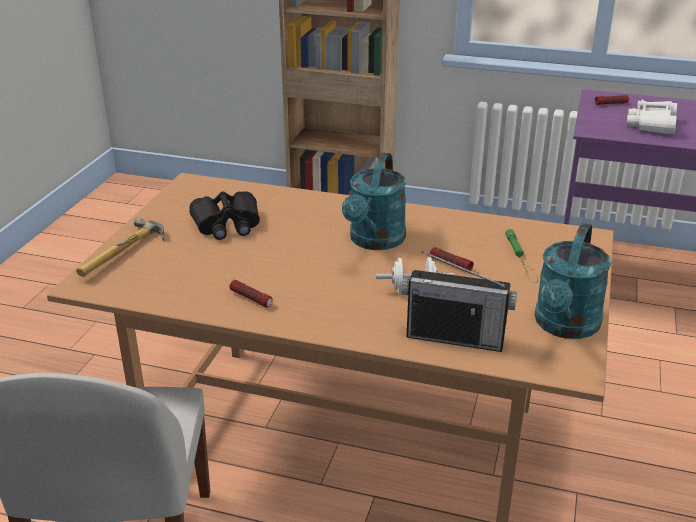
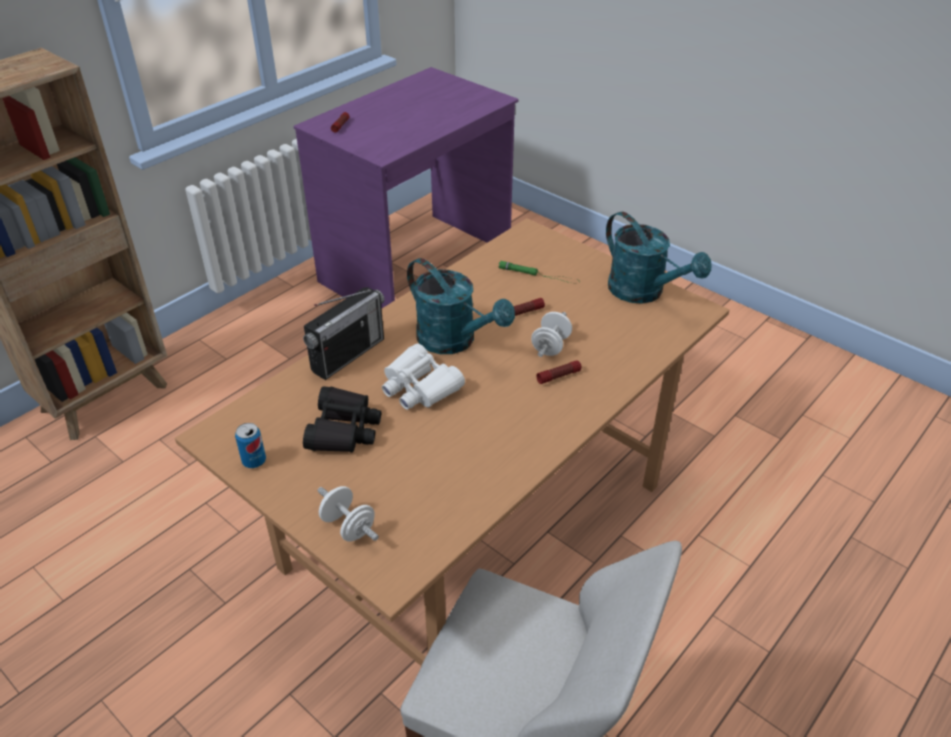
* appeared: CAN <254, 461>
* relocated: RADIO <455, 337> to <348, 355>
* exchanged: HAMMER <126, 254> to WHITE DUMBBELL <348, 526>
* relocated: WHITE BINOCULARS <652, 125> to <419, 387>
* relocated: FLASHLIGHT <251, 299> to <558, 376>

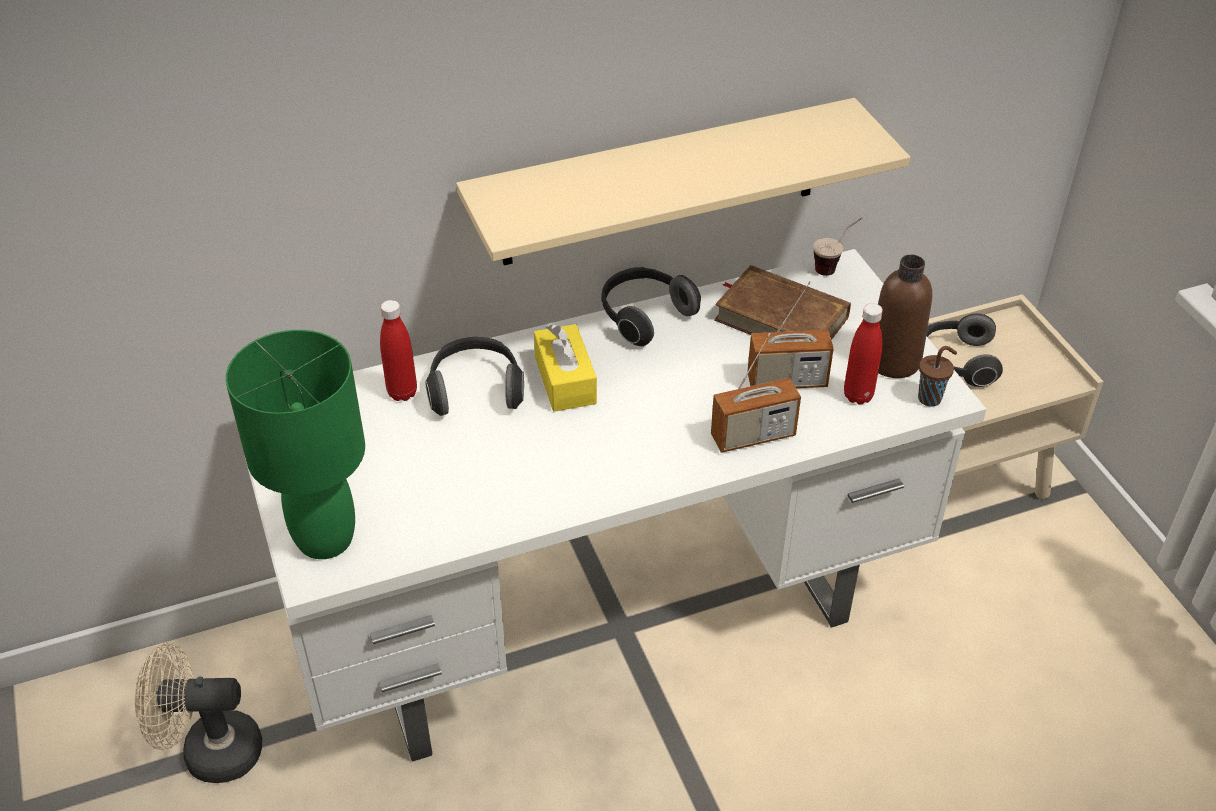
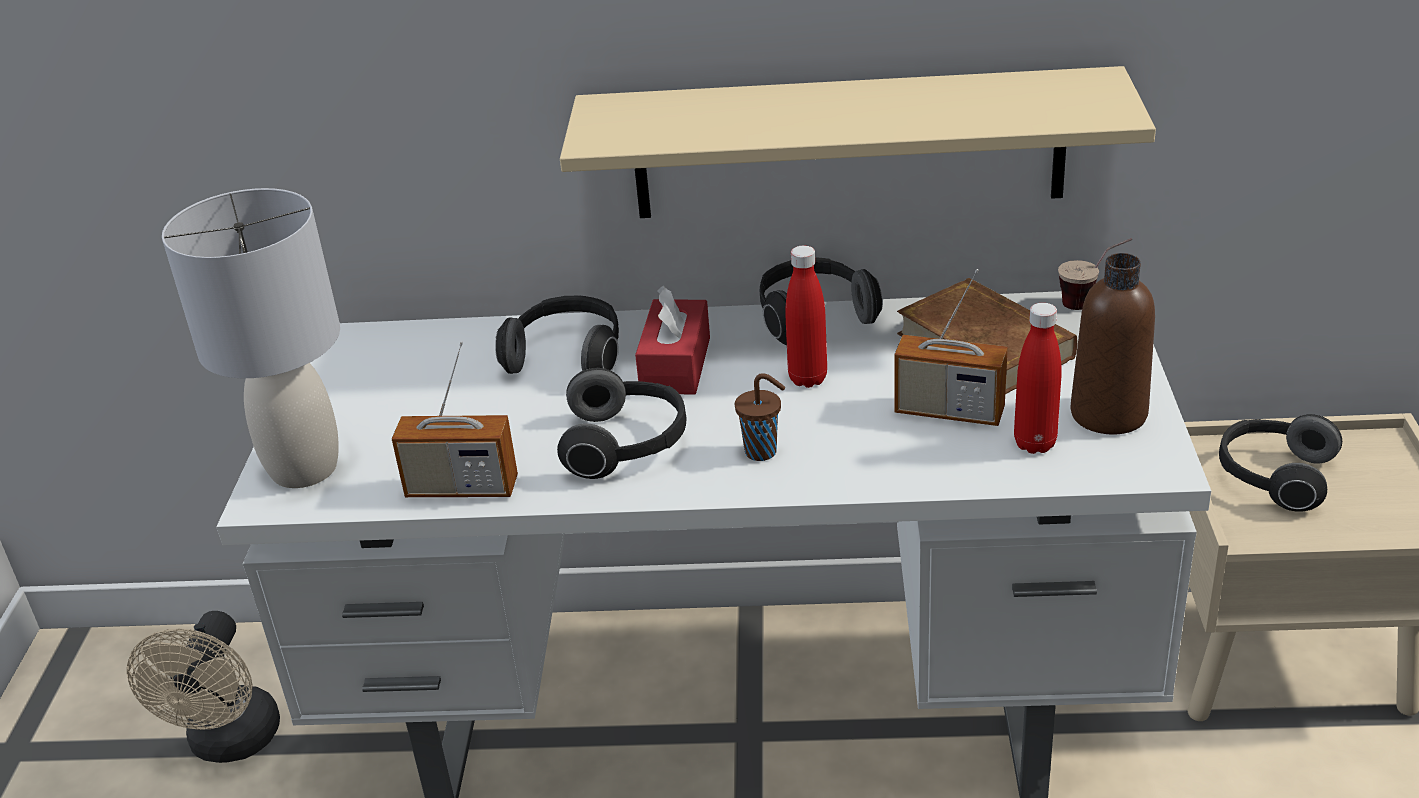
* spun: BEIGE FAN <210, 752> = <230, 744> 105 degrees counterclockwise
* colour: GREEN TABLE LAMP <324, 539> to GREY TABLE LAMP <303, 468>
* relocated: RADIO <753, 436> to <462, 488>
* appeared: HEADPHONES <627, 445>
* colour: YELLOW TISSUE BOX <565, 380> to RED TISSUE BOX <675, 365>
* relocated: BROWN CUP <931, 398> to <763, 452>
* relocated: RED BOTTLE <402, 392> to <807, 379>

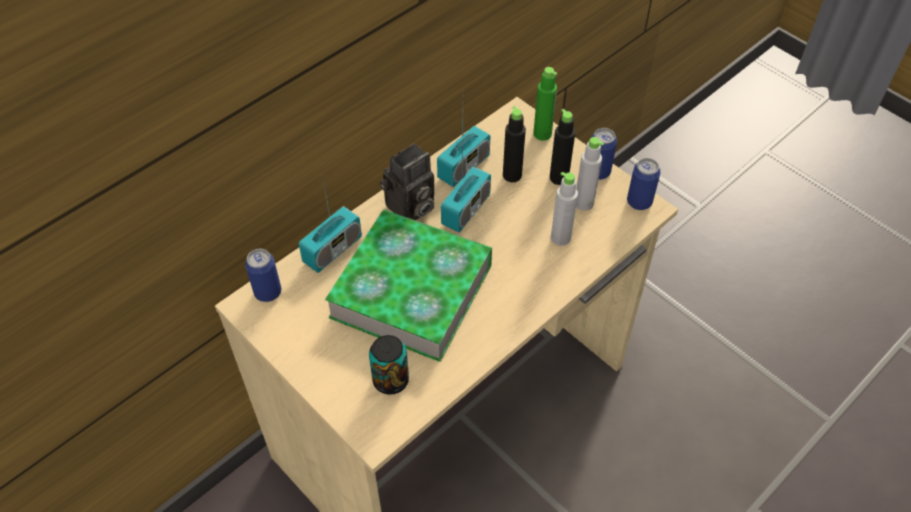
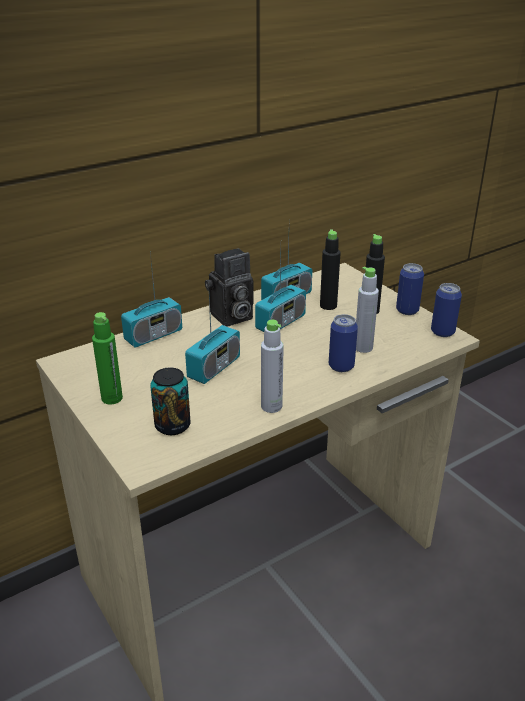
* relocated: GREEN BOTTLE <542, 134> to <112, 398>
* exchanged: BOOK <411, 291> to RADIO <214, 368>
* relocated: GREY BOTTLE <584, 203> to <271, 406>
* relocated: CAN <268, 292> to <341, 366>

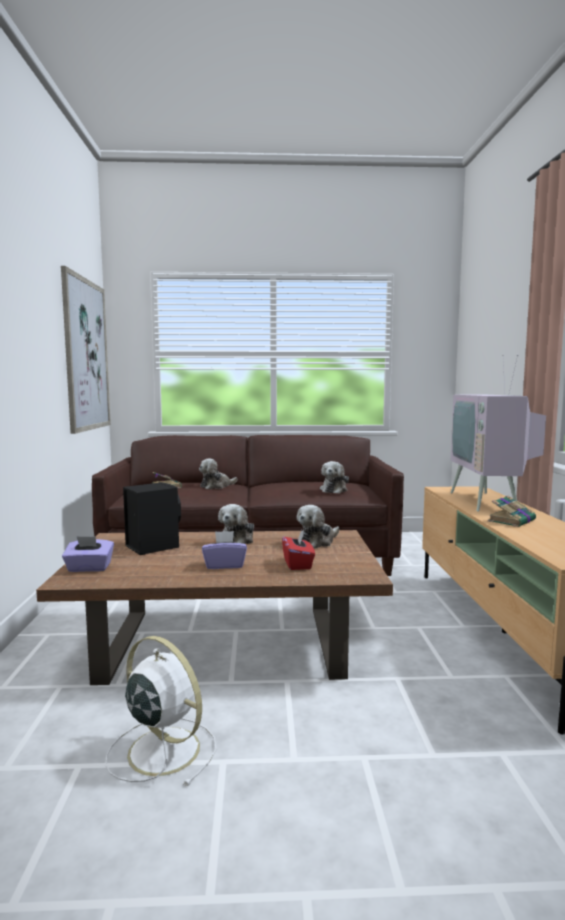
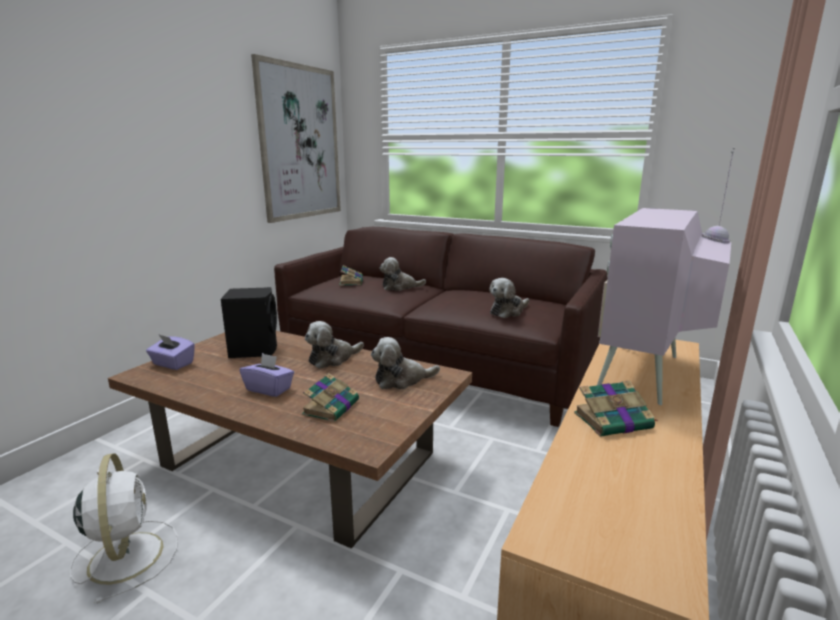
* exchanged: RED TISSUE BOX <298, 564> to BOOK <332, 407>

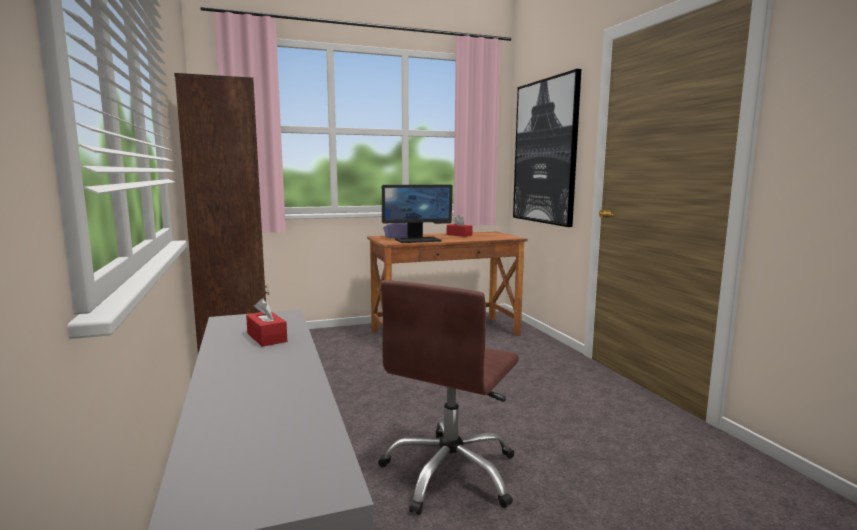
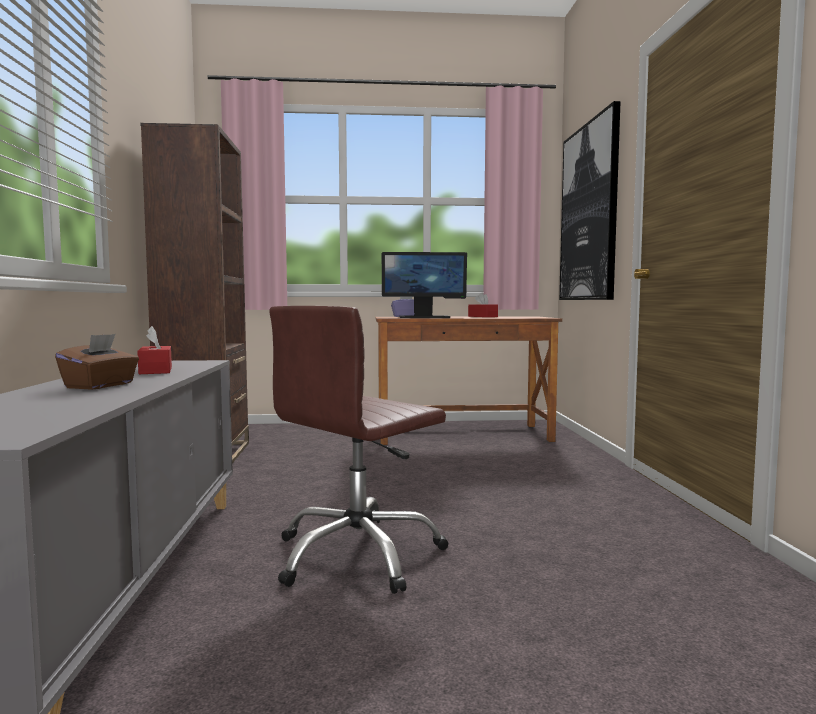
* appeared: BROWN TISSUE BOX <100, 386>

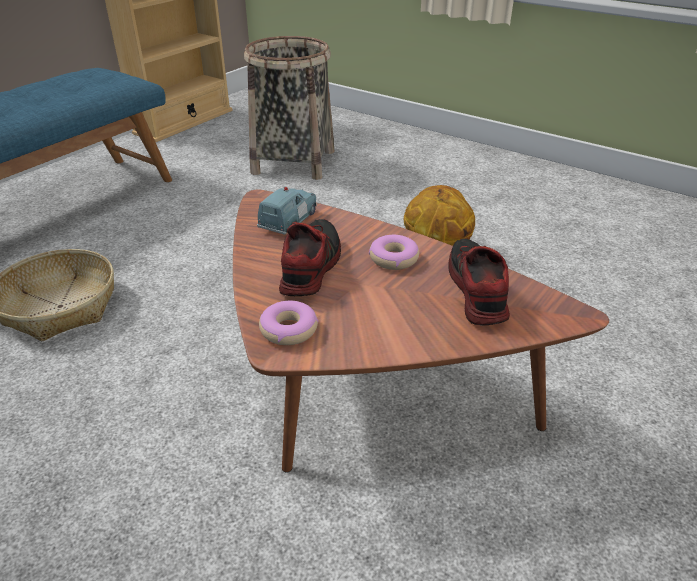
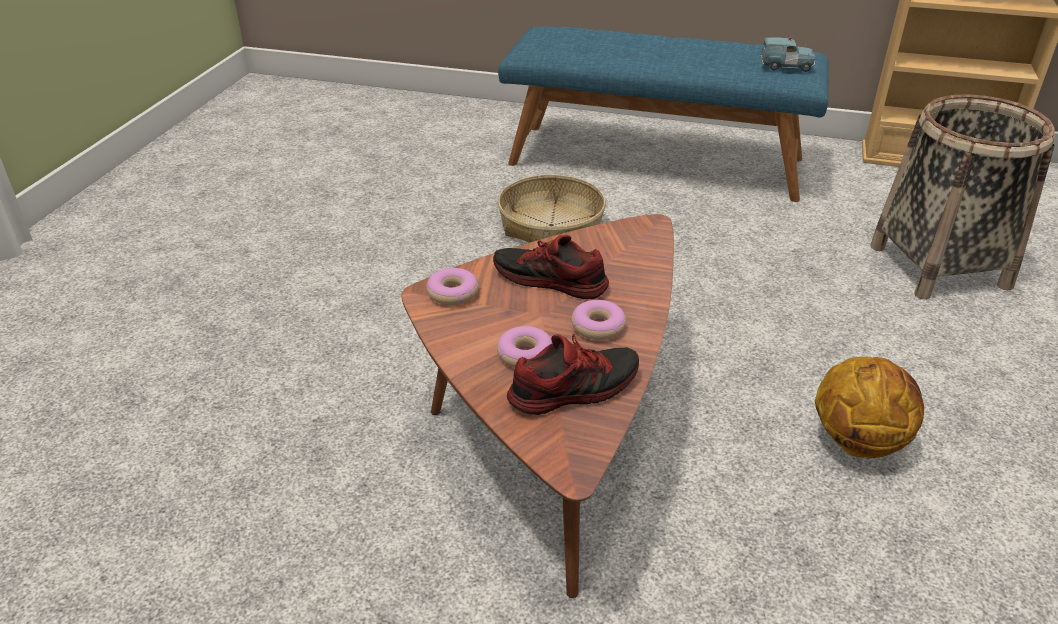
* spun: SHOE <310, 267> = <550, 281> 150 degrees counterclockwise
* appeared: DONUT <525, 354>
* relocated: BLUE TOY CAR <289, 221> to <786, 67>

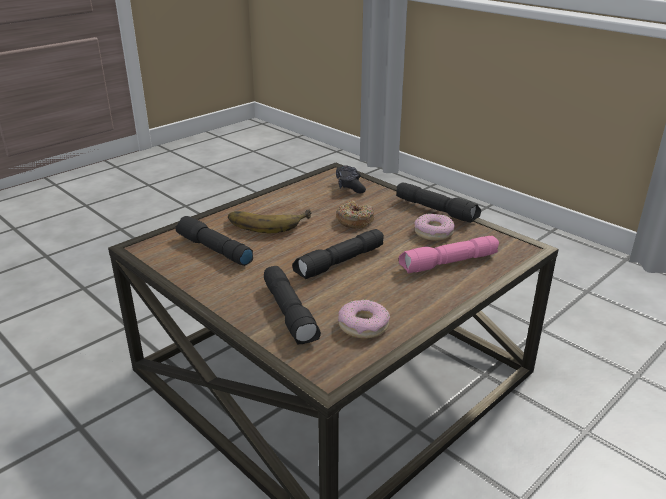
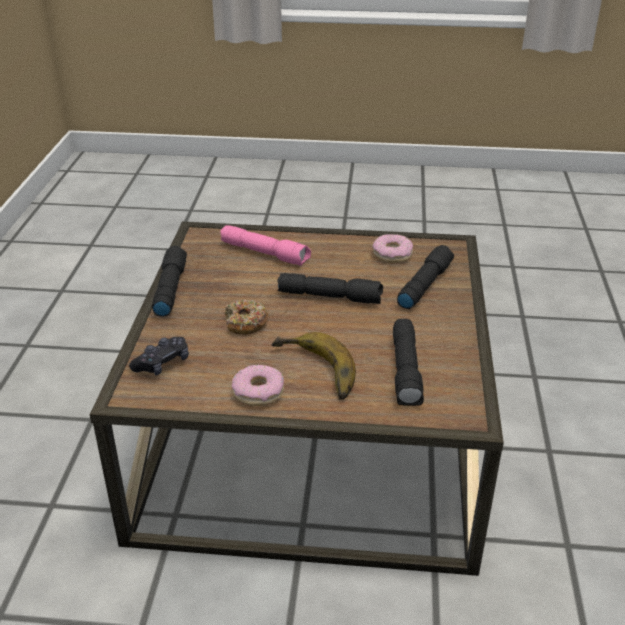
* relocated: DONUT <433, 233> to <258, 392>

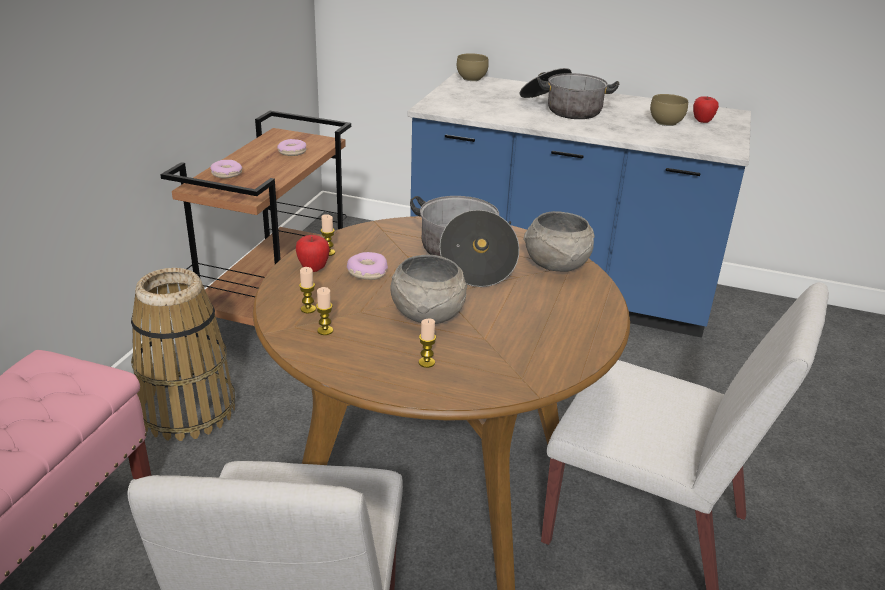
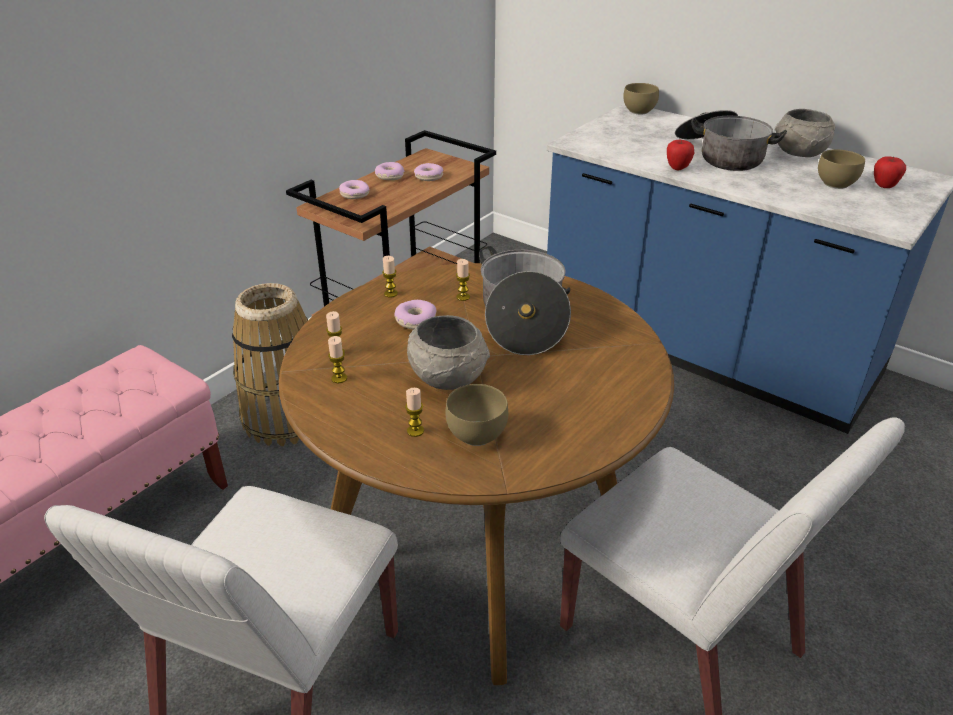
* appeared: DONUT <389, 176>
* appeared: BROWN BOWL <478, 436>
* appeared: CANDLE <463, 297>
* relocated: APPLE <313, 268> to <677, 168>
* relocated: GREY BOWL <555, 265> to <798, 153>

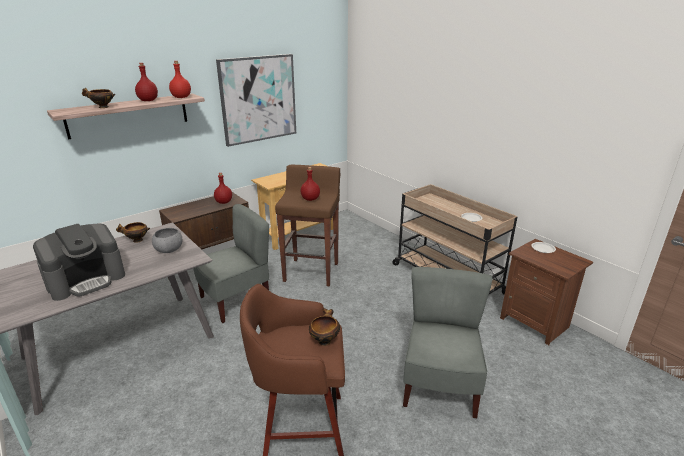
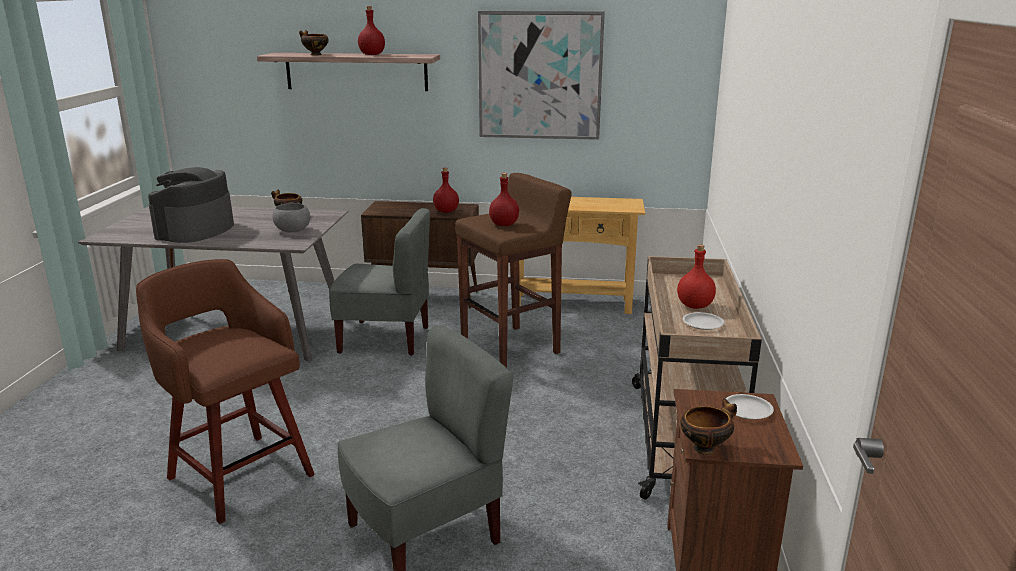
* spun: COFFEE MACHINE <86, 280> = <195, 230> 105 degrees clockwise
* relocated: RED BOTTLE <182, 97> to <695, 306>
* relocated: BOWL <324, 340> to <705, 447>

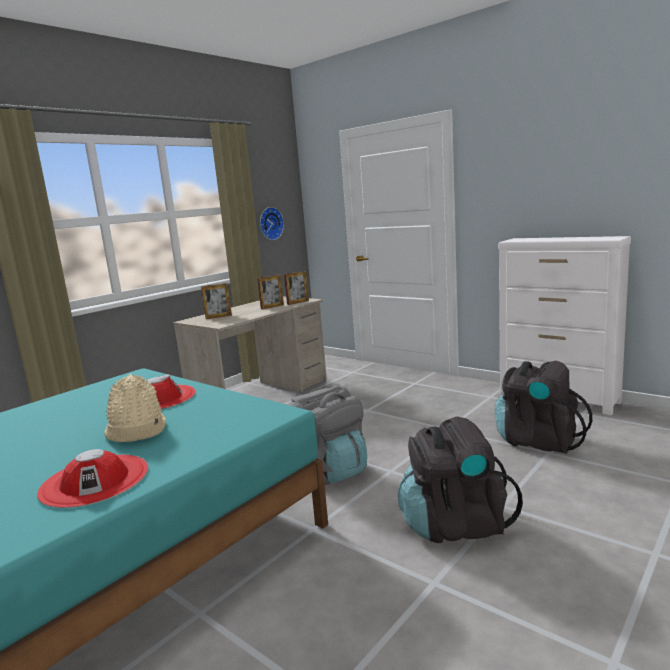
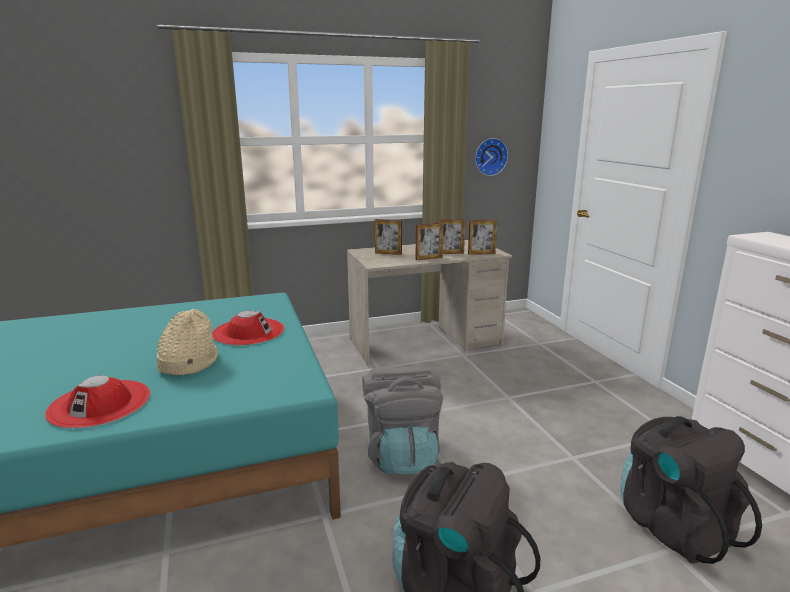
* appeared: PICTURE FRAME <429, 258>

